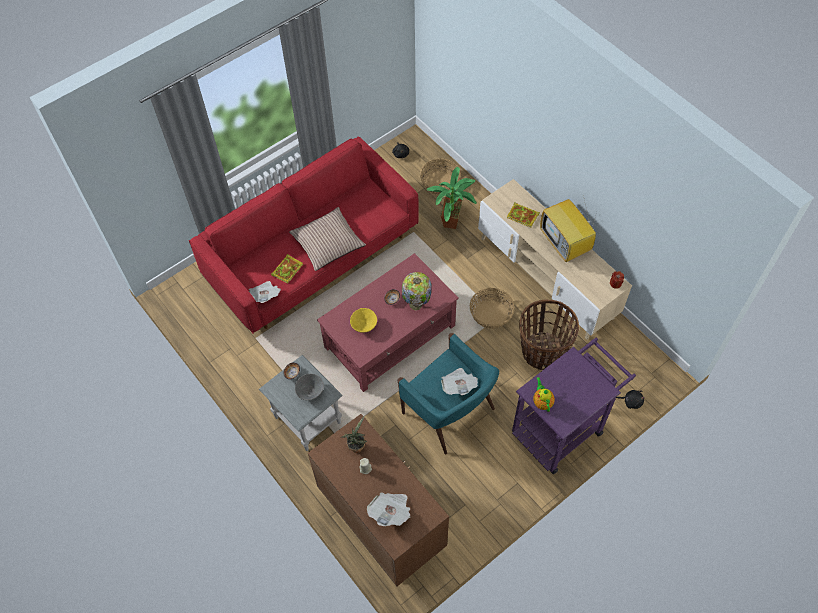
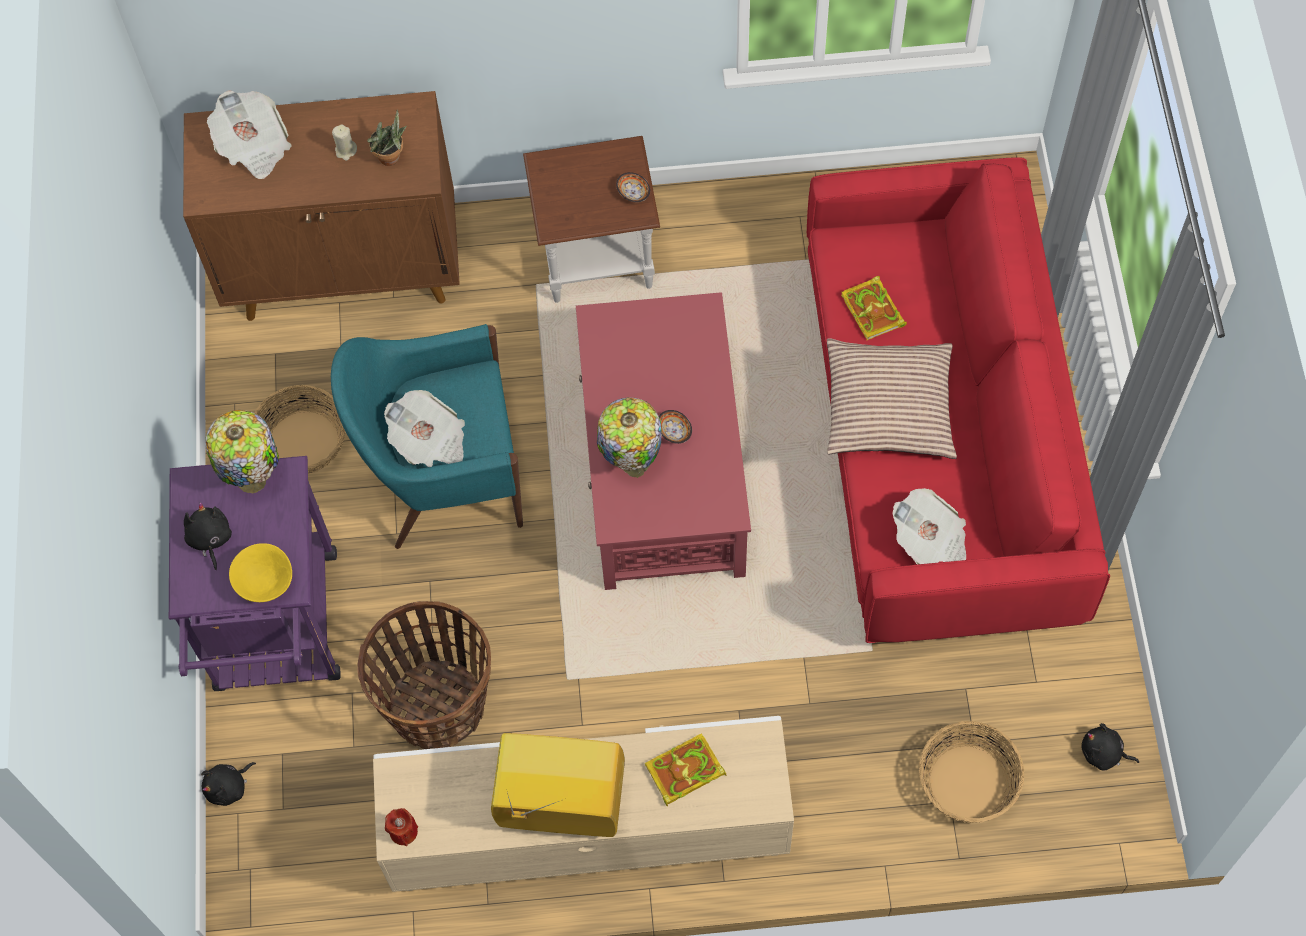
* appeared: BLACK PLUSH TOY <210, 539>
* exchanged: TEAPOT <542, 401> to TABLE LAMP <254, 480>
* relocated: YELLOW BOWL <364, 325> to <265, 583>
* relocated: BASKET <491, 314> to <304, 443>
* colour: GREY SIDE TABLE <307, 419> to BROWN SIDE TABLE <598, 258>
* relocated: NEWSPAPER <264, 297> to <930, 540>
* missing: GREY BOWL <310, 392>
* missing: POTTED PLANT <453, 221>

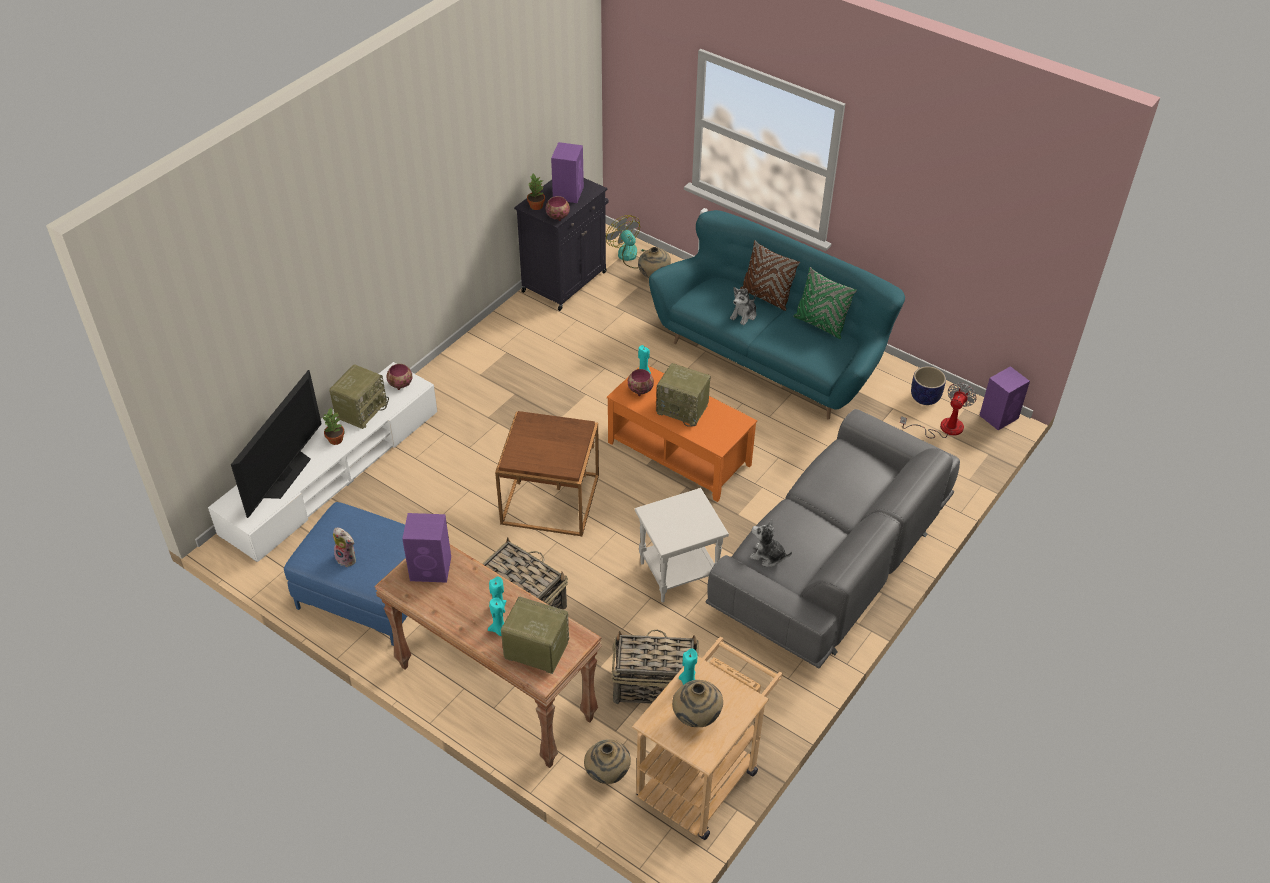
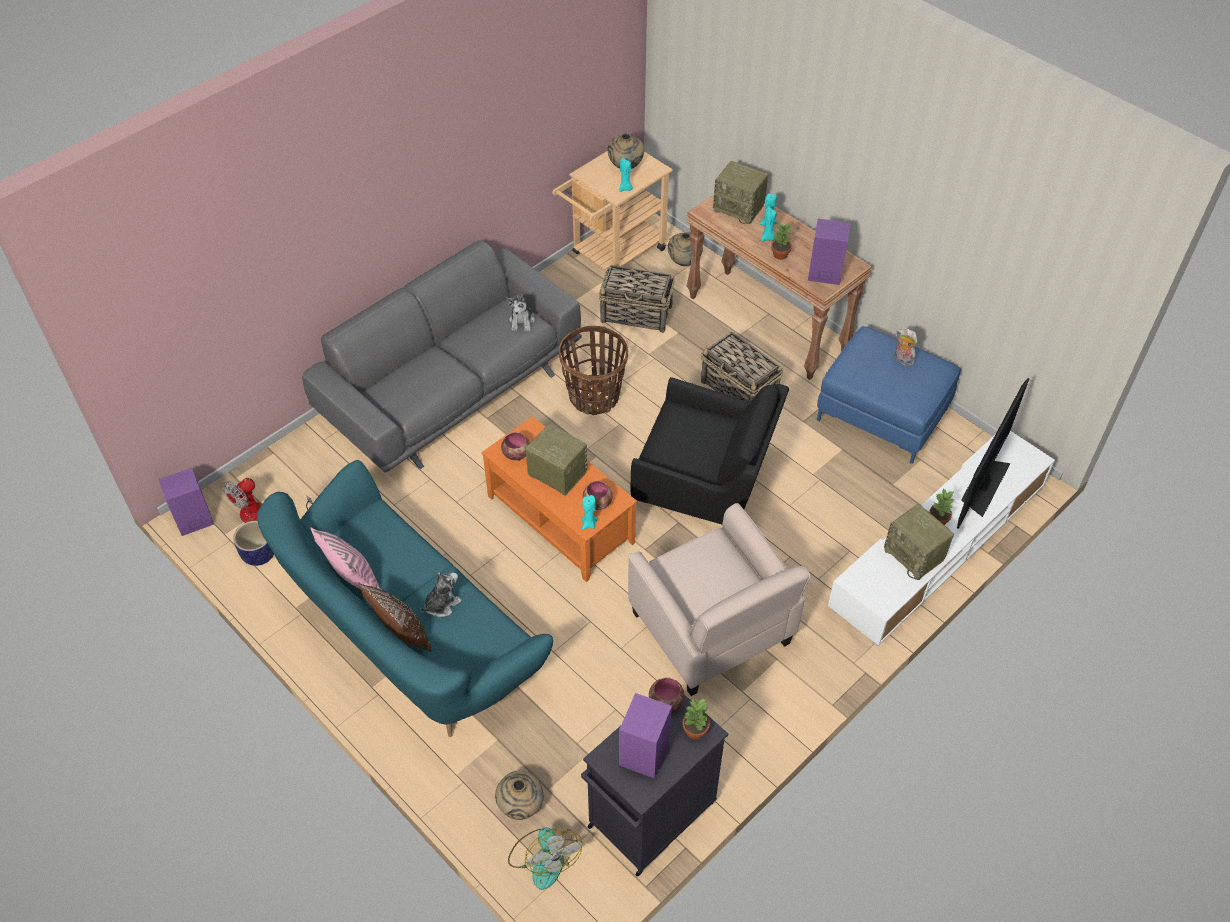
* colour: GREEN PILLOW <820, 324> to PINK PILLOW <353, 579>
* relocated: BOWL <400, 385> to <516, 454>
* spun: PLUSH TOY <767, 556> = <522, 321> 60 degrees clockwise
* exchanged: WHITE SIDE TABLE <678, 574> to BASKET <594, 396>
* appeared: BEIGE ARMCHAIR <712, 630>
* exchanged: BROWN SIDE TABLE <550, 499> to BLACK ARMCHAIR <705, 485>
* appeared: POTTED PLANT <779, 254>
* spun: RADIO <361, 410> = <915, 555> 75 degrees counterclockwise

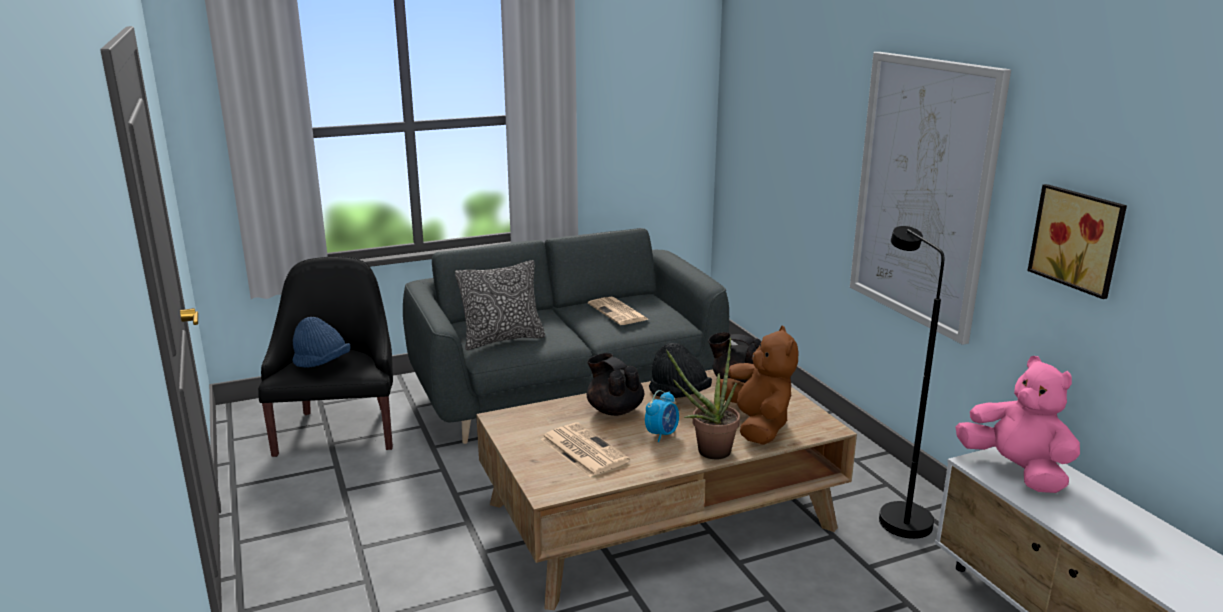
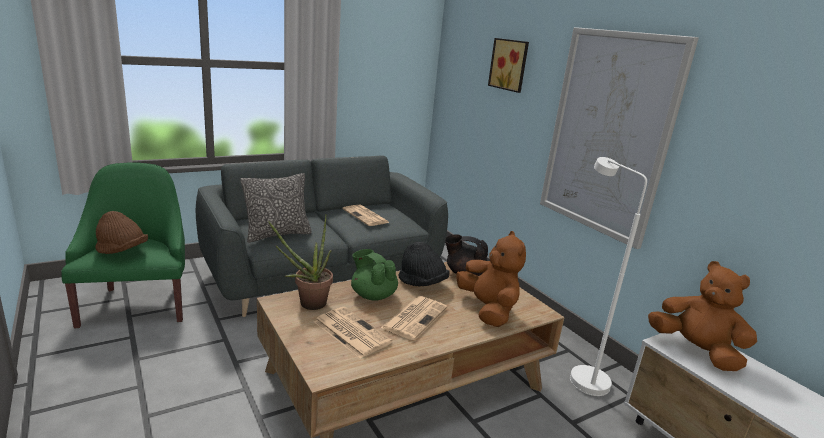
* colour: BLACK ARMCHAIR <340, 429> to GREEN ARMCHAIR <138, 304>
* colour: BLUE HAT <322, 364> to BROWN HAT <122, 251>
* relocated: POTTED PLANT <707, 452> to <307, 304>
* colour: BLACK TEAPOT <614, 410> to GREEN TEAPOT <373, 295>
* exchanged: ALARM CLOCK <662, 434> to NEWSPAPER <414, 317>
* relocated: PICTURE <1079, 239> to <510, 65>
* colour: BLACK FLOOR LAMP <896, 514> to WHITE FLOOR LAMP <581, 375>
* colour: PINK PLUSH TOY <1016, 471> to BROWN PLUSH TOY <695, 351>

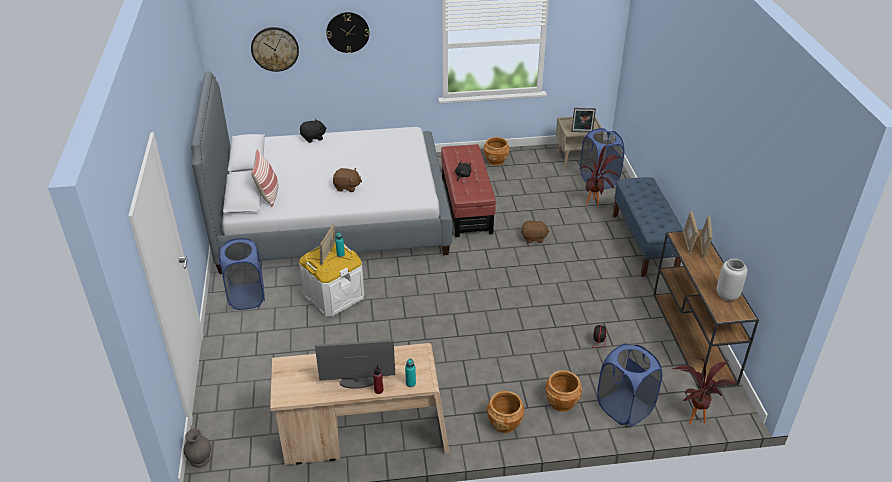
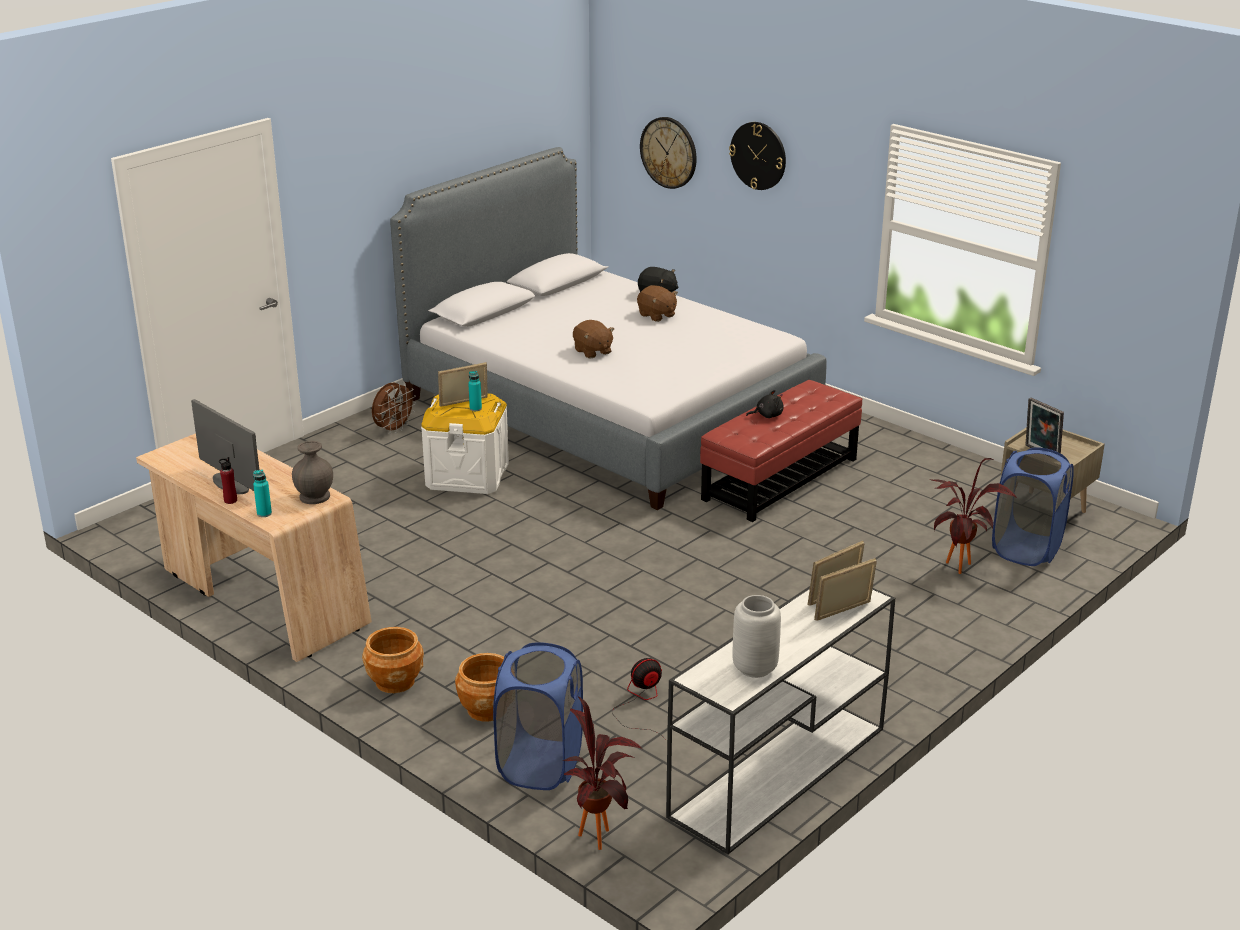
* relocated: GREY VASE <200, 459> to <315, 496>
* exchanged: BLUE LAUNDRY BASKET <247, 296> to BROWN FAN <394, 430>
* relocated: BROWN PLUSH TOY <533, 238> to <657, 315>
* colour: BROWN CONSOLE TABLE <694, 338> to WHITE CONSOLE TABLE <777, 773>
* missing: PILLOW <268, 194>
* missing: BROWN PLANTER <496, 161>
* missing: BLUE BENCH <644, 244>

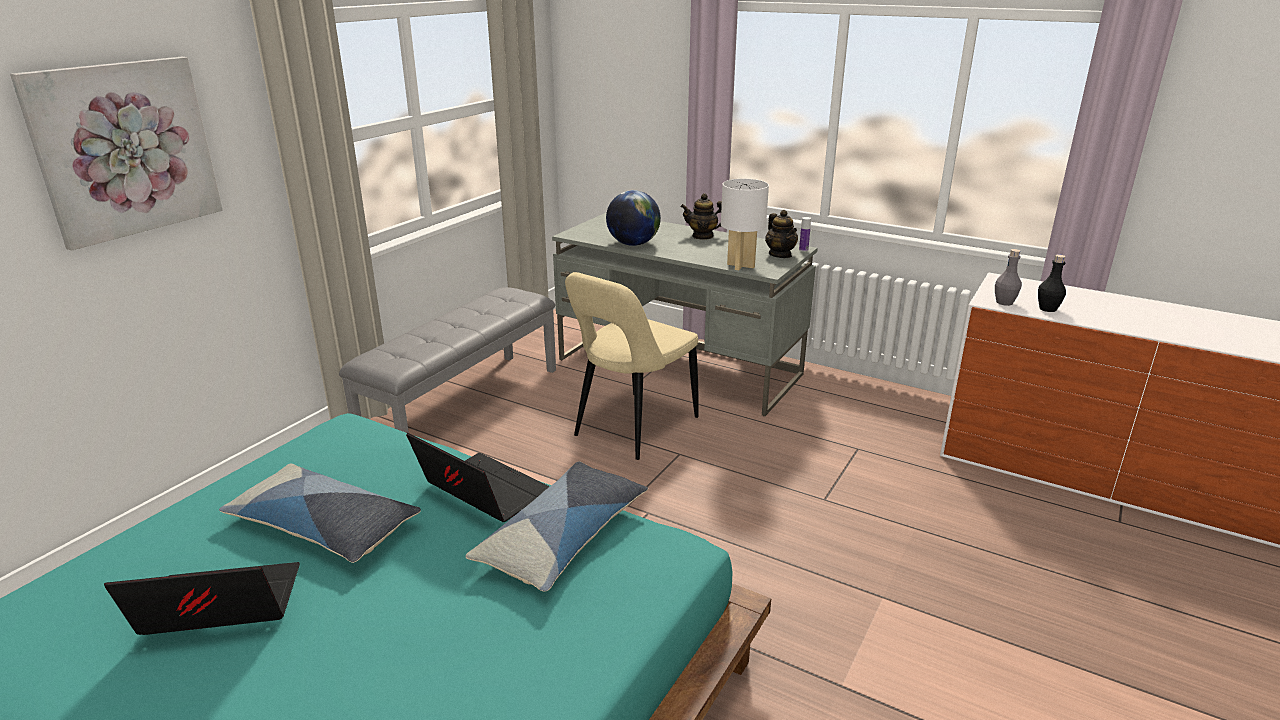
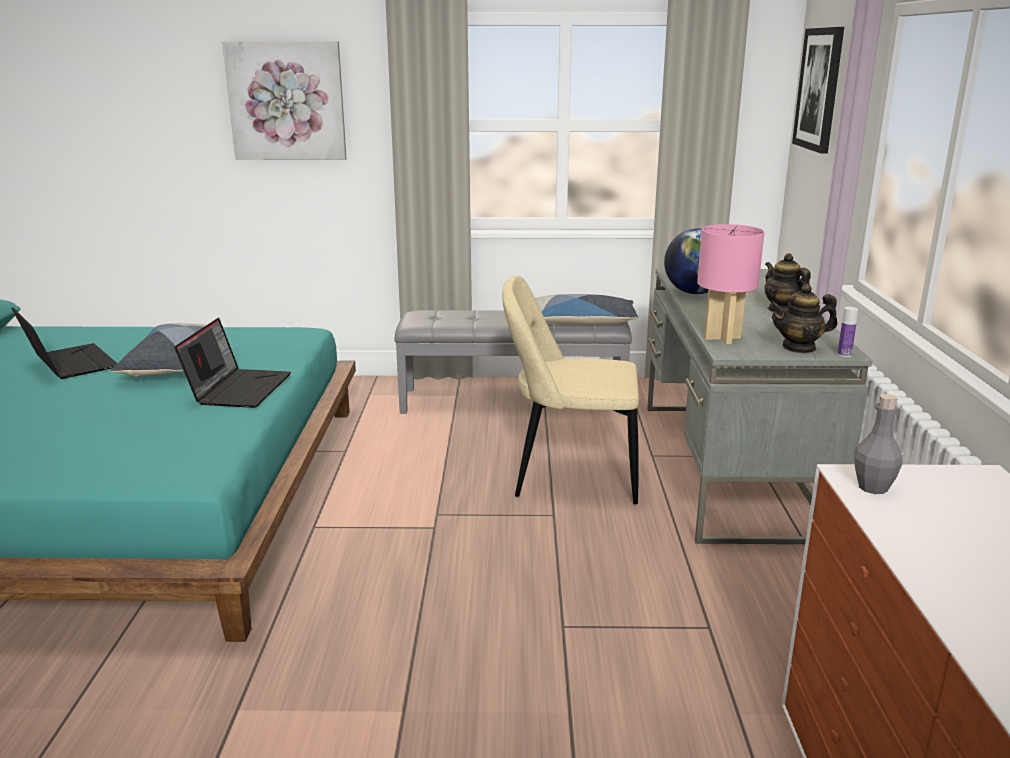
* relocated: PILLOW <564, 537> to <579, 322>
* colour: WHITE TABLE LAMP <740, 265> to PINK TABLE LAMP <721, 338>
* spun: TEAPOT <780, 255> = <799, 347> 45 degrees clockwise
* appeared: PICTURE <819, 89>
* missing: BLACK BOTTLE <1047, 309>

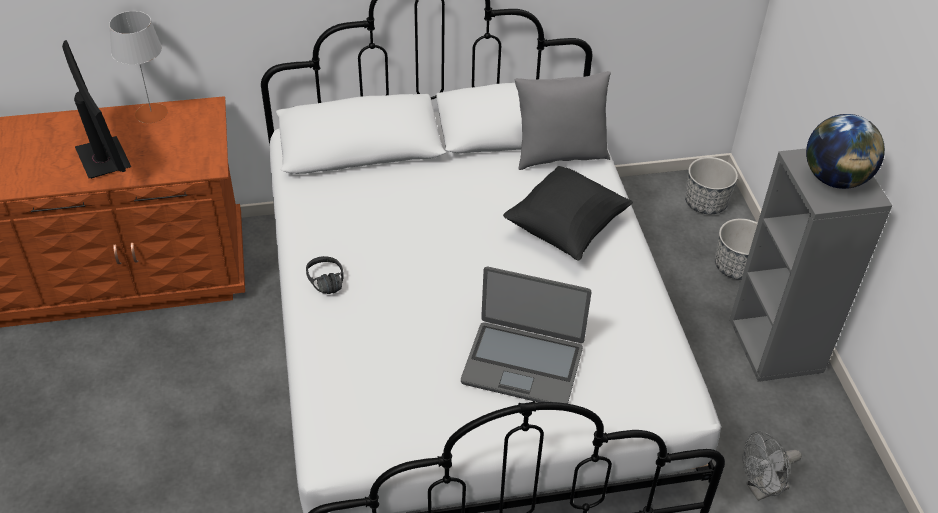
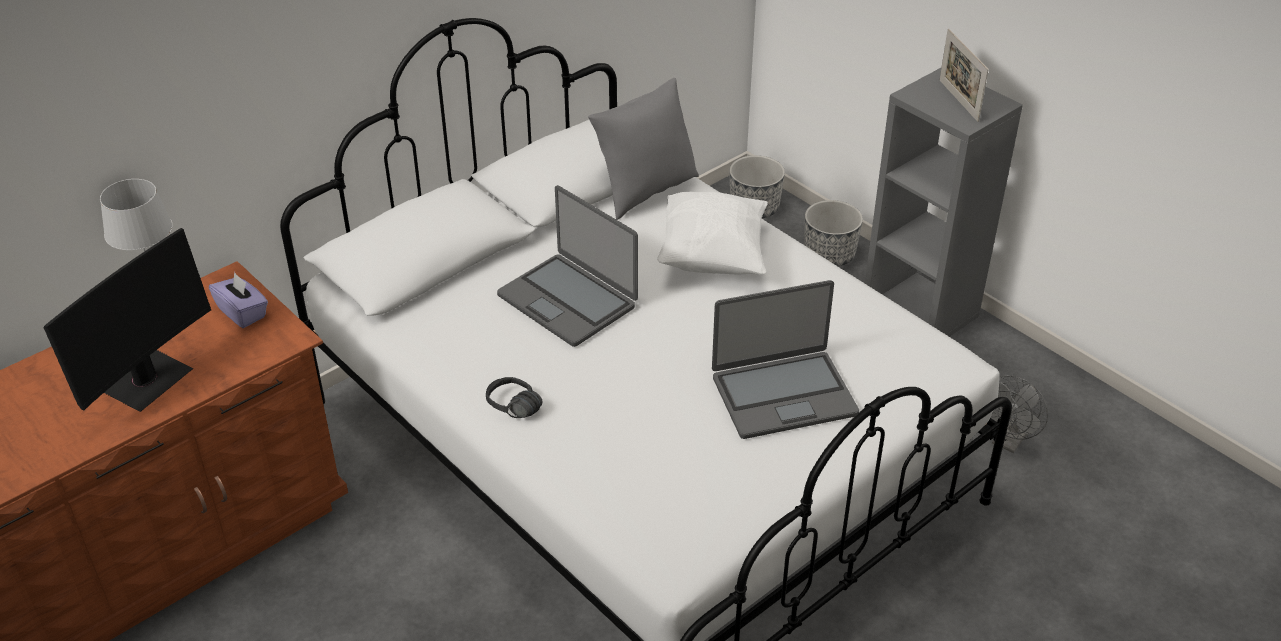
* spun: MONITOR <103, 158> = <147, 381> 90 degrees clockwise
* appeared: PURPLE TISSUE BOX <243, 313>
* appeared: LAPTOP <568, 300>
* colour: BLACK PILLOW <565, 229> to WHITE PILLOW <712, 257>
* exchanged: GLOBE <835, 179> to PICTURE FRAME <958, 100>

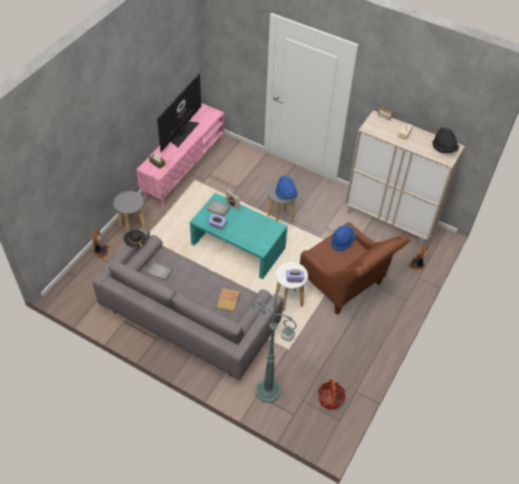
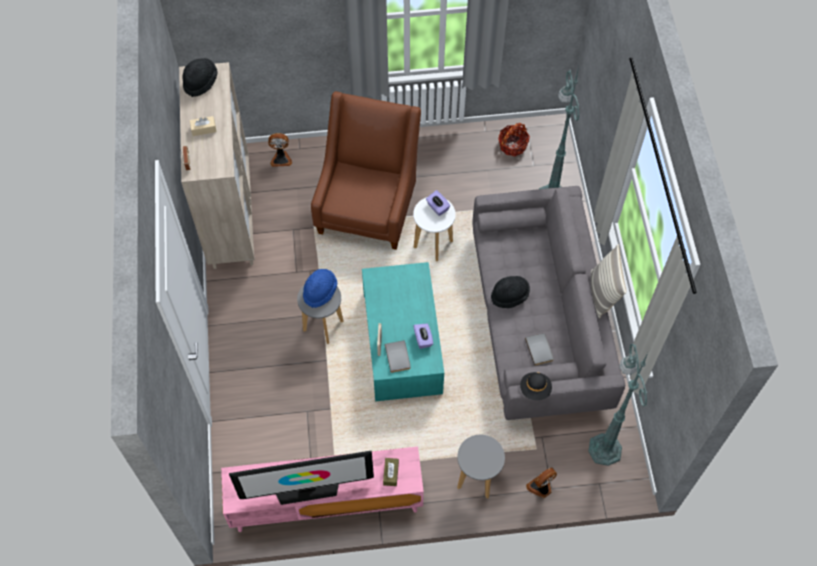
* appeared: BLACK HAT <509, 296>
* appeared: GREEN FLOOR LAMP <604, 447>
* appeared: PILLOW <602, 294>
* missing: BOOK <228, 301>
* missing: BLUE HAT <342, 241>

